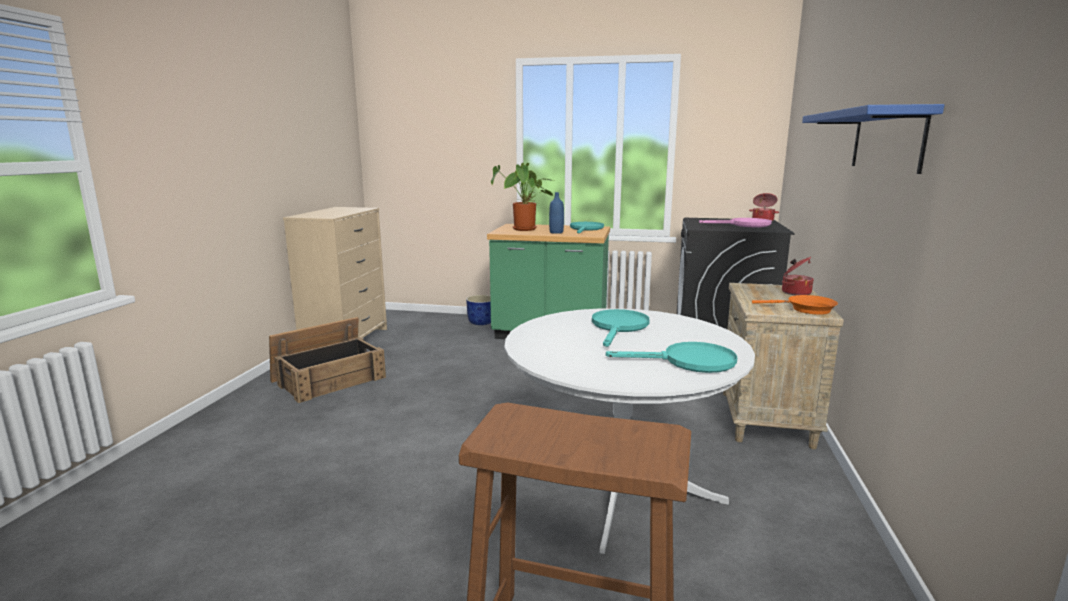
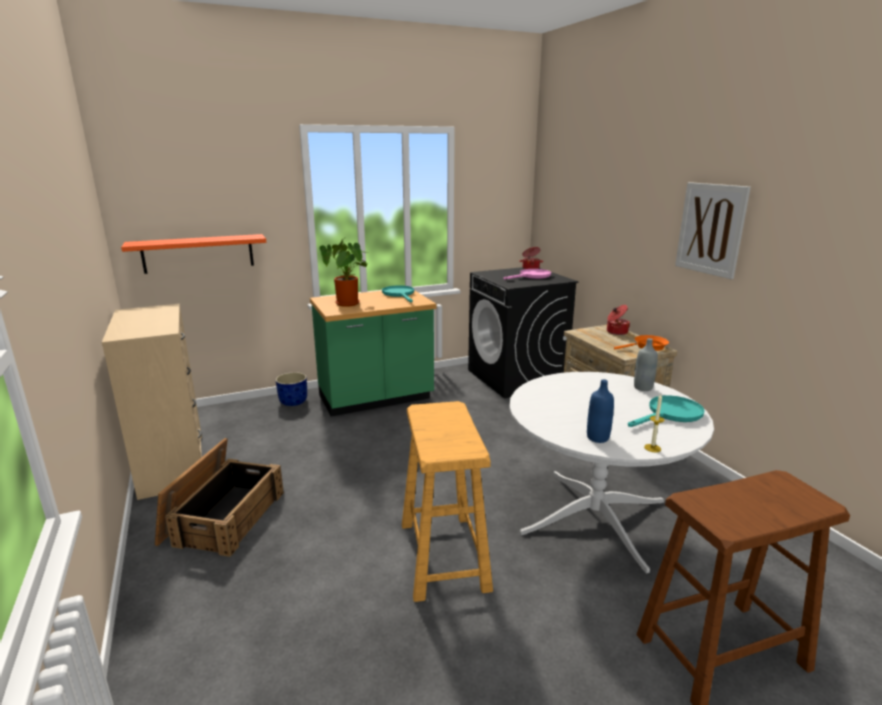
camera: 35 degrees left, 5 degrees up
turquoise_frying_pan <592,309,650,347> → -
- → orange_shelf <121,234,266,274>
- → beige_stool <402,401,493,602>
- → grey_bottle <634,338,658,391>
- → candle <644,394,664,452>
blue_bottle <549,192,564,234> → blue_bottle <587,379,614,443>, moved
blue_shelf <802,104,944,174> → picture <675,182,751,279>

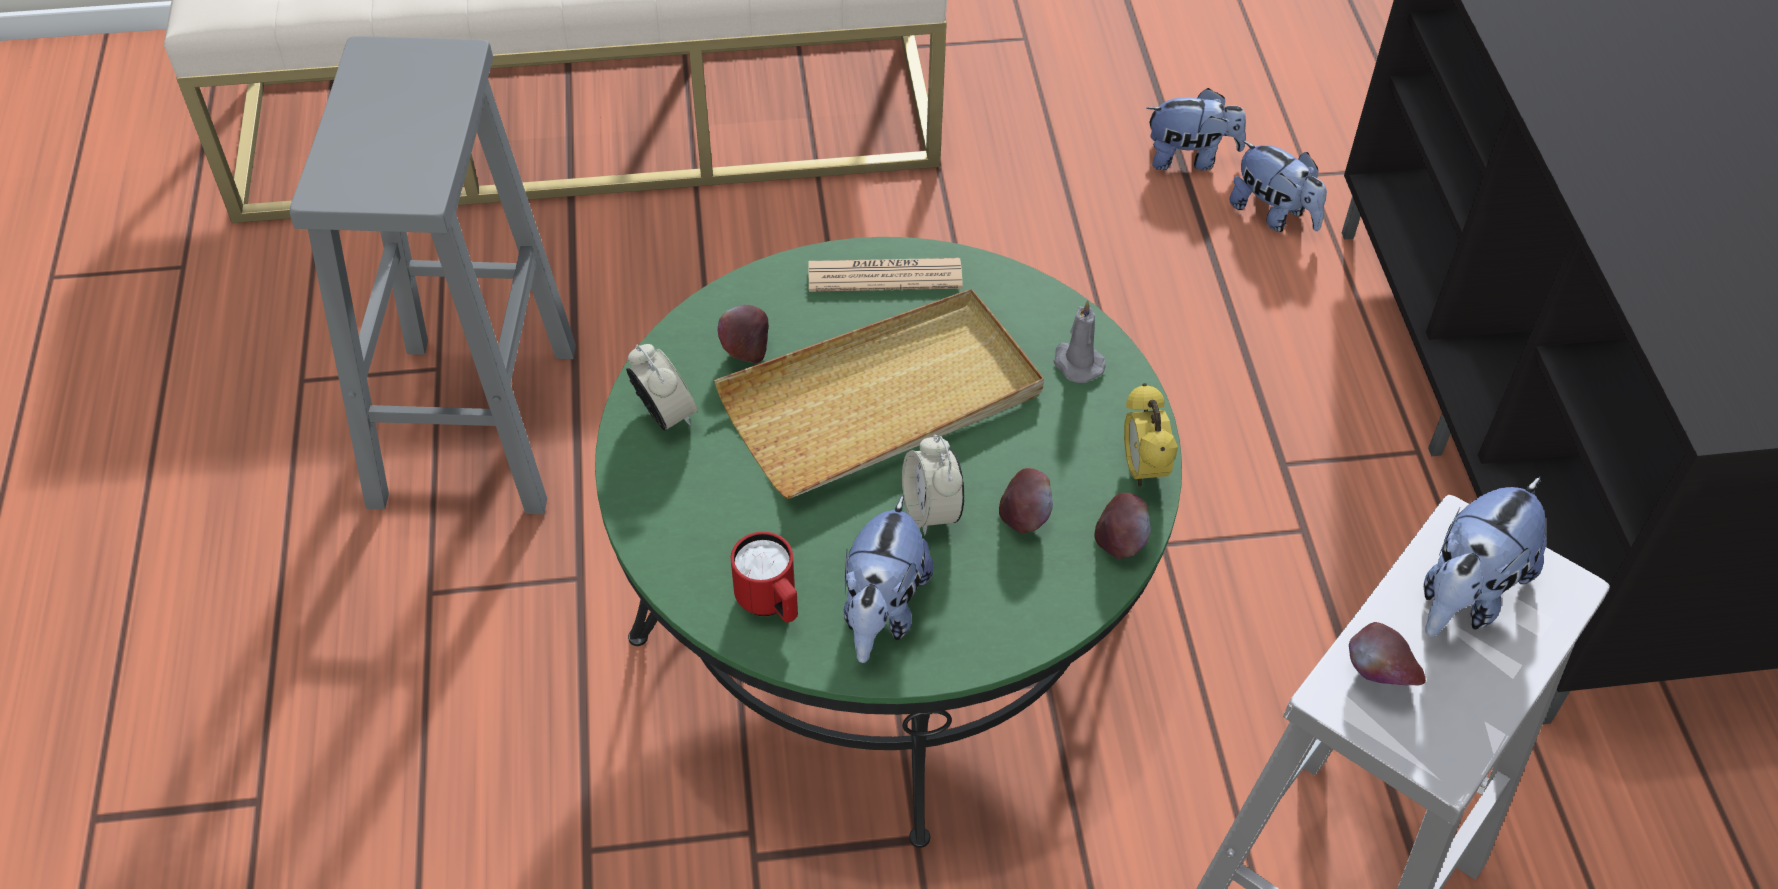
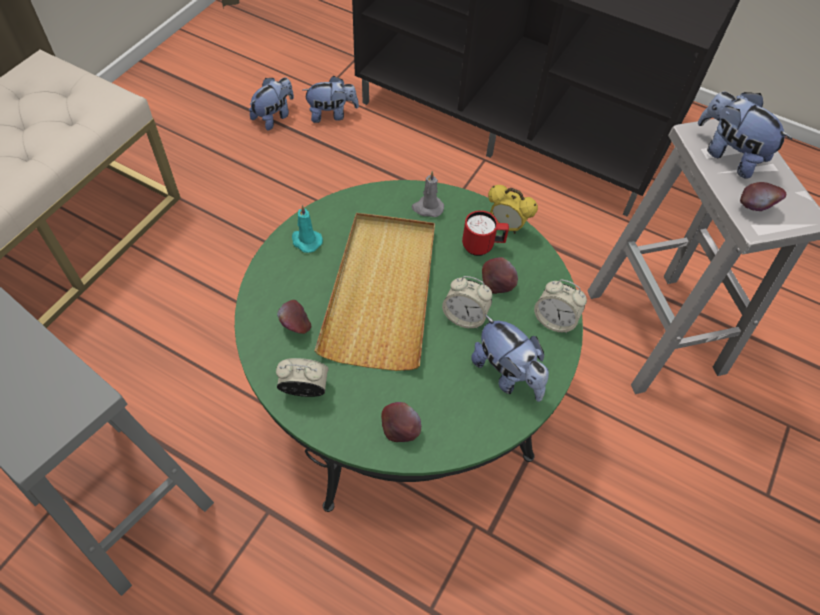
camera: 55 degrees left, 5 degrees up
- → alarm_clock <534,279,587,333>
red_mug <731,532,798,623> → red_mug <462,210,509,256>, moved
apple <1095,493,1151,559> → apple <381,402,421,442>, moved
newspaper <808,258,963,292> → turquoise_candle <292,205,323,253>
plush_toy <1424,477,1546,637> → plush_toy <698,92,792,179>, 150 degrees clockwise

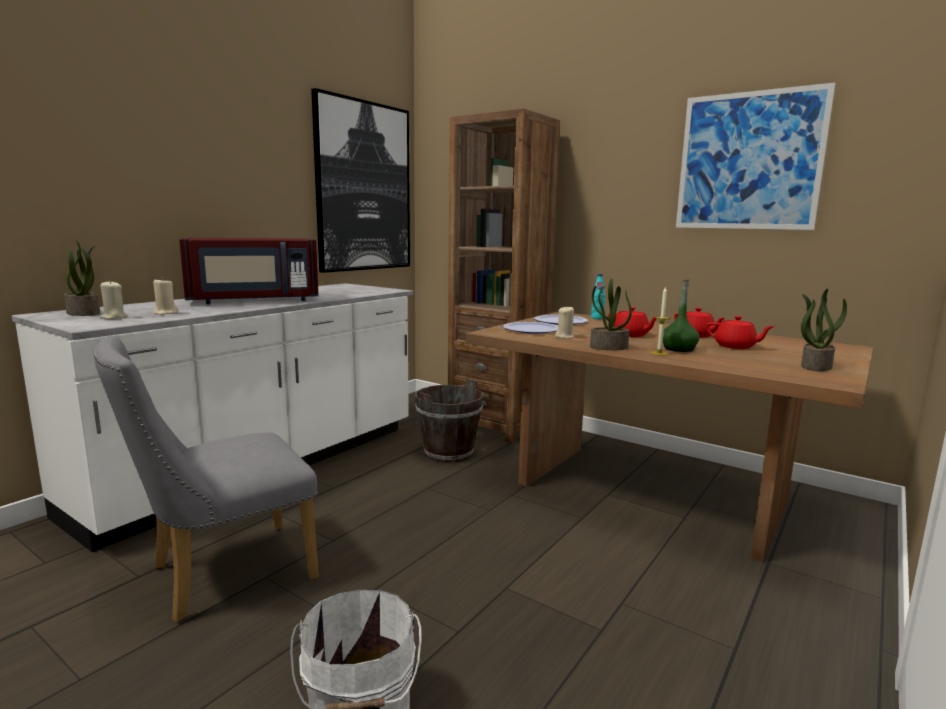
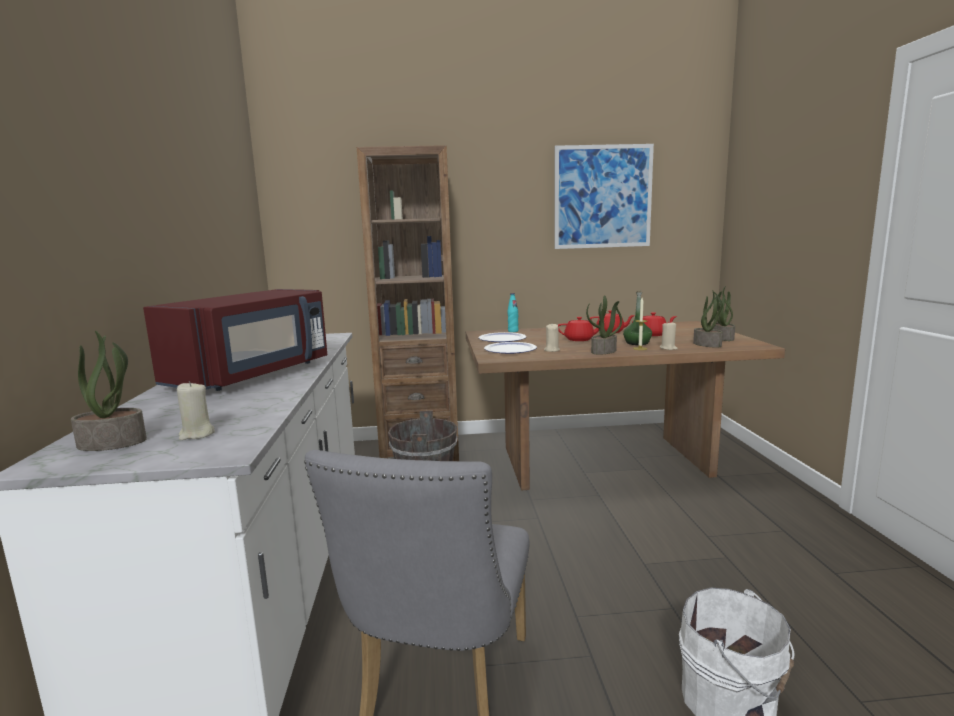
camera: 40 degrees left, 0 degrees up
picture <311,88,410,273> → -
- → potted_plant <693,290,723,348>
beige_candle <153,278,178,315> → beige_candle <660,321,678,350>, moved

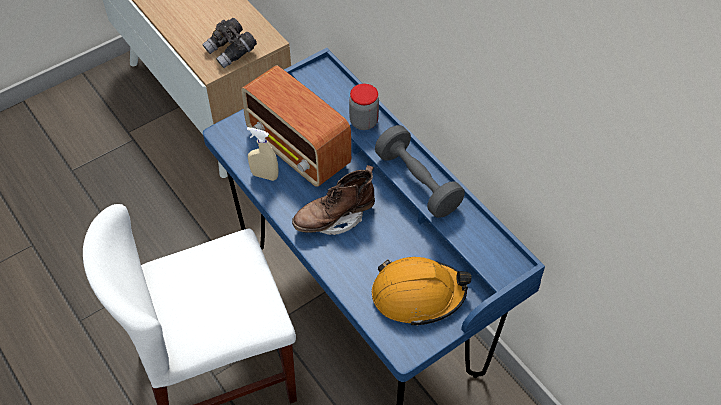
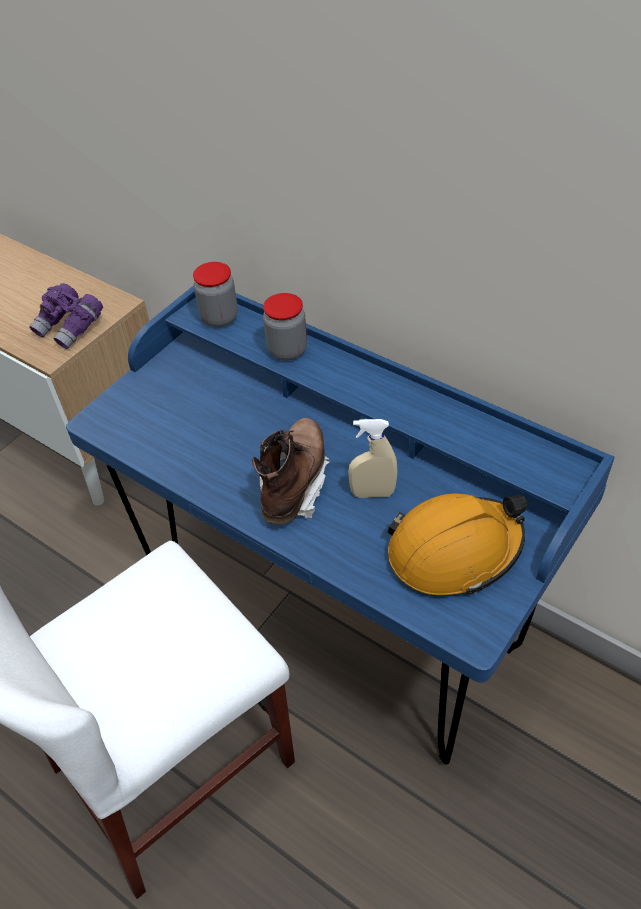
camera: 15 degrees left, 5 degrees down
radio <241,66,351,187> → -
grey_dumbbell <375,125,465,218> → -
- → jar <193,262,238,327>
beige_spray_bottle <247,127,279,181> → beige_spray_bottle <348,419,398,498>, moved
grey_binoculars <202,18,257,68> → purple_binoculars <29,283,103,349>
brown_boot <292,165,375,235> → brown_boot <252,418,330,524>, 150 degrees clockwise

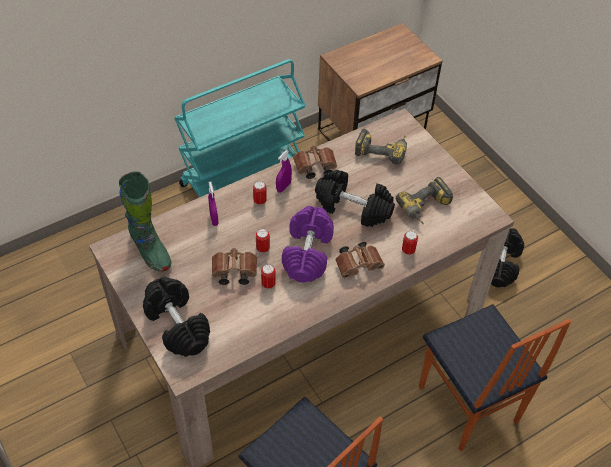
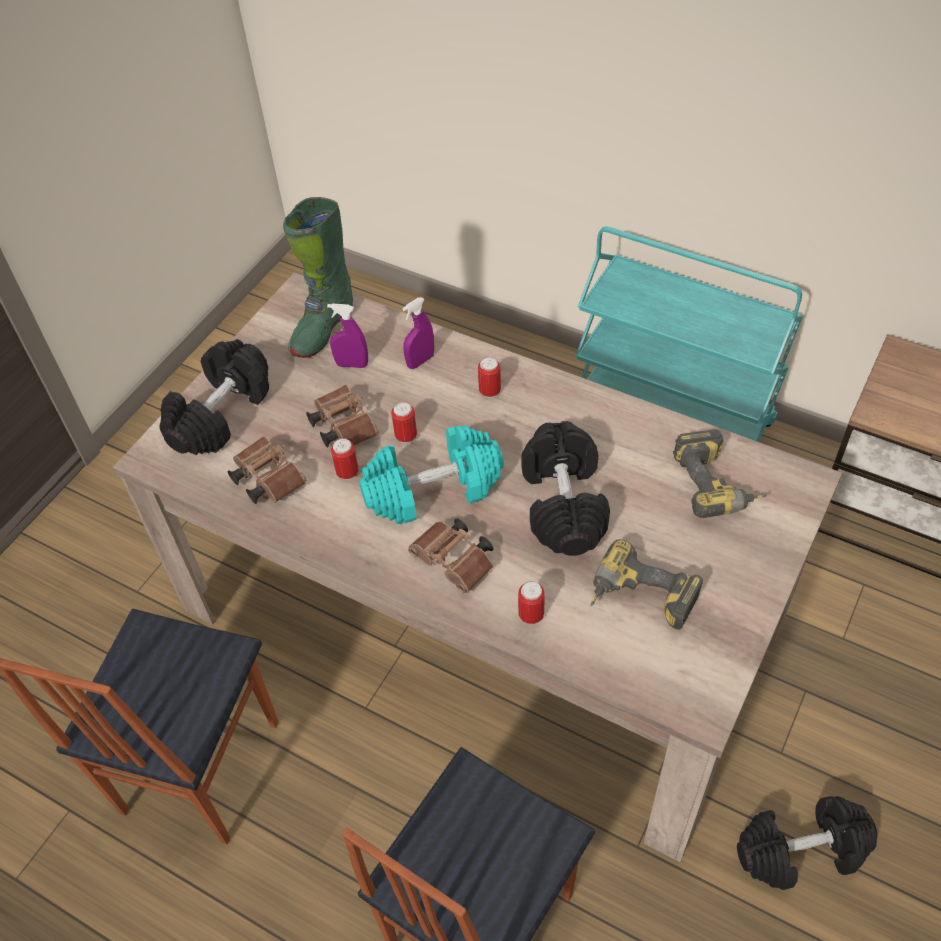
camera: 65 degrees right, 0 degrees up
purple_spray_bottle <276,150,292,193> → purple_spray_bottle <327,303,368,368>, moved
brown_binoculars <293,145,337,179> → brown_binoculars <227,436,306,504>, moved
purple_dumbbell <282,206,334,283> → turquoise_dumbbell <359,426,504,524>

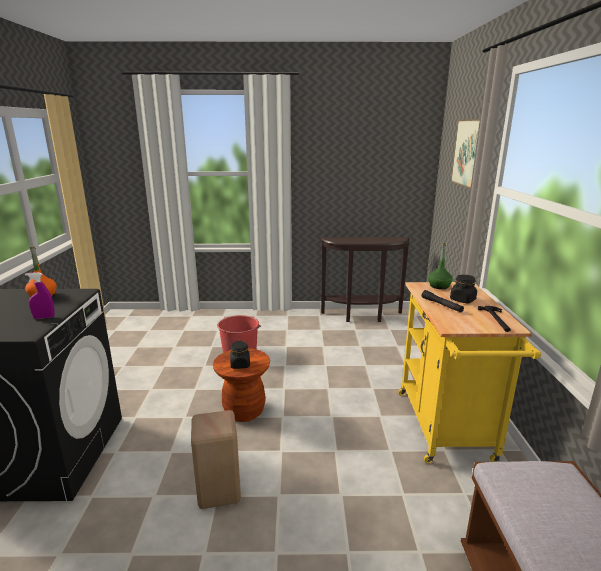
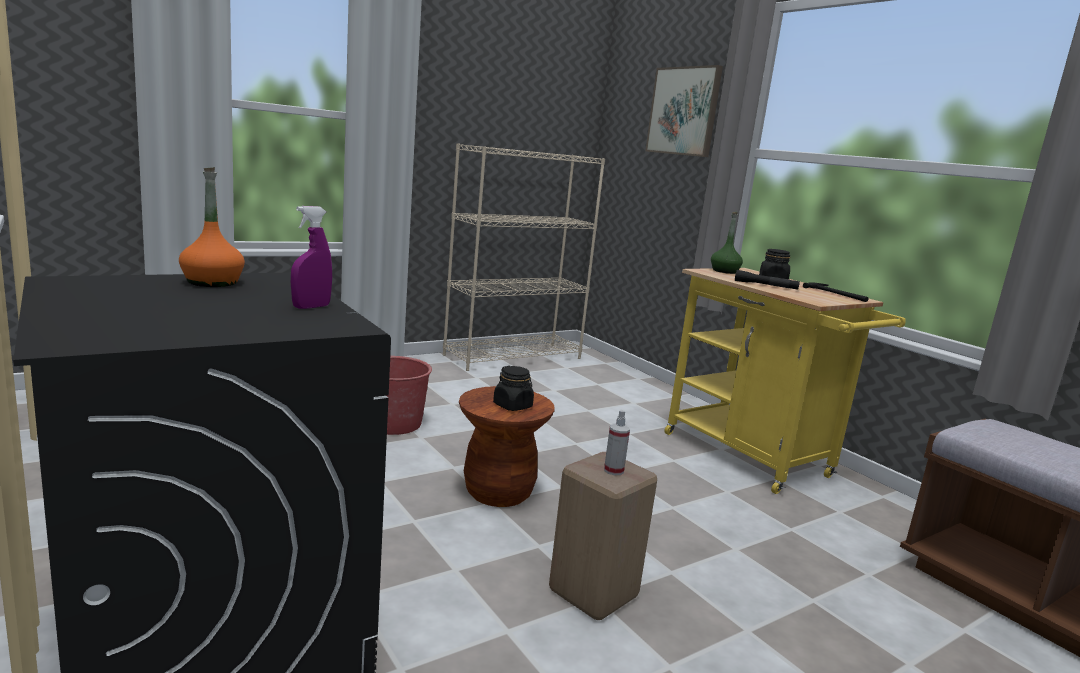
camera: 35 degrees left, 5 degrees down
- → spray_bottle <604,410,630,475>
brown_console_table <321,237,410,322> → beige_bookcase <443,143,605,371>

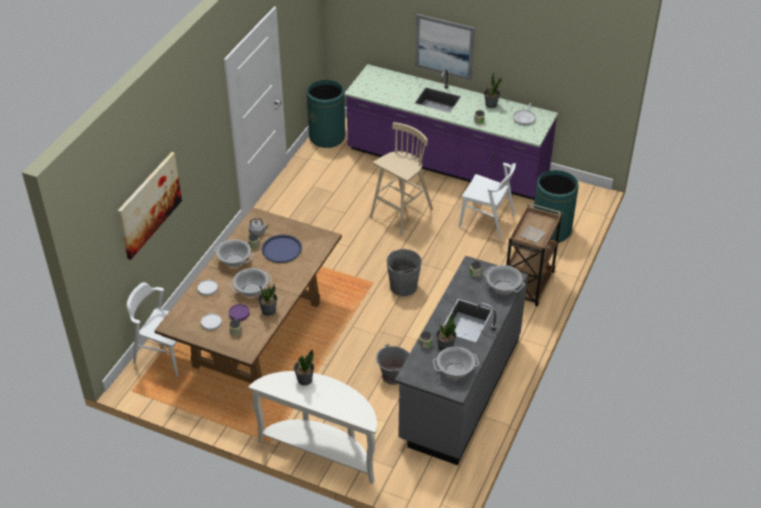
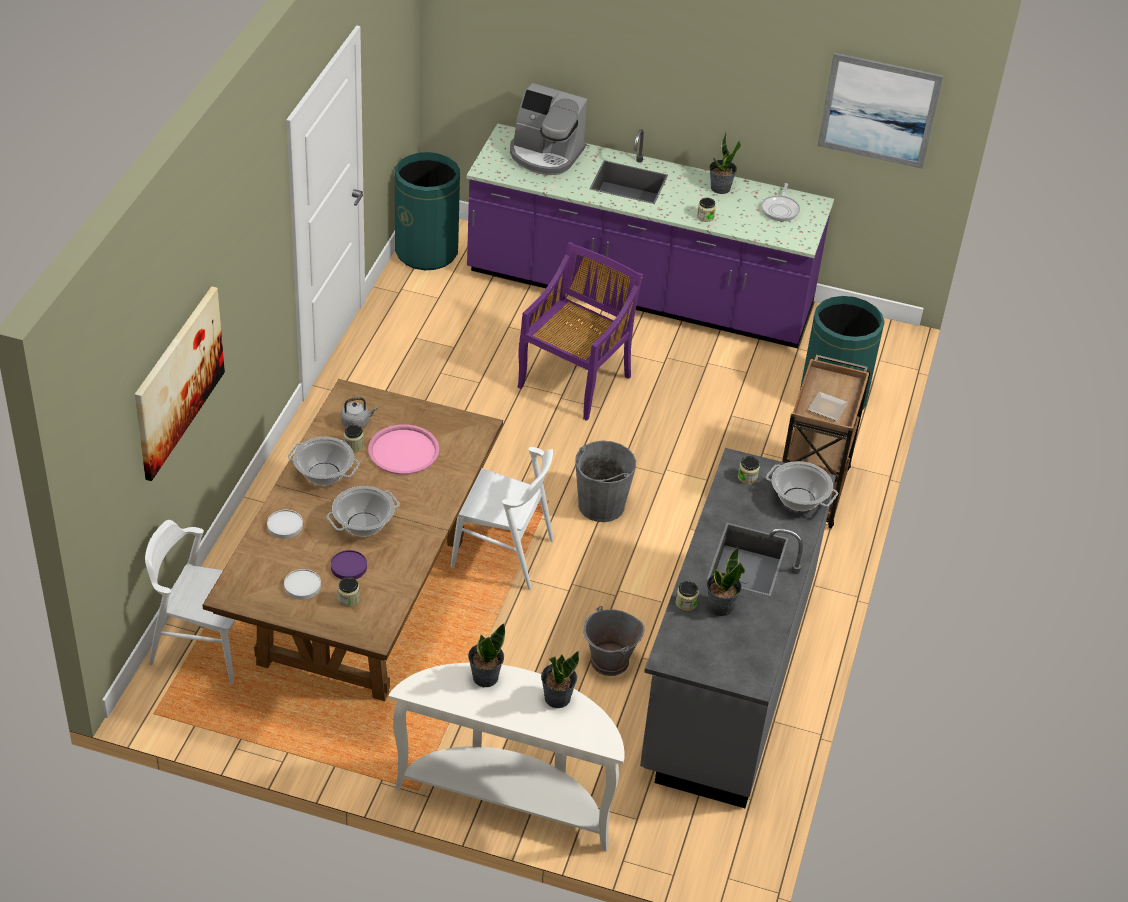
camera: 10 degrees left, 0 degrees up
cooking_pot <433,346,479,379> → -
- → coffee_machine <510,83,587,175>
potted_plant <258,284,277,316> → potted_plant <541,651,579,708>, moved
picture <415,14,475,80> → picture <818,53,943,169>, moved
white_chair <459,163,516,240> → white_chair <451,447,554,590>, moved
beige_stool <370,122,433,235> → purple_chair <518,242,643,421>
blue_tray <262,234,302,263> → pink_tray <368,424,439,475>

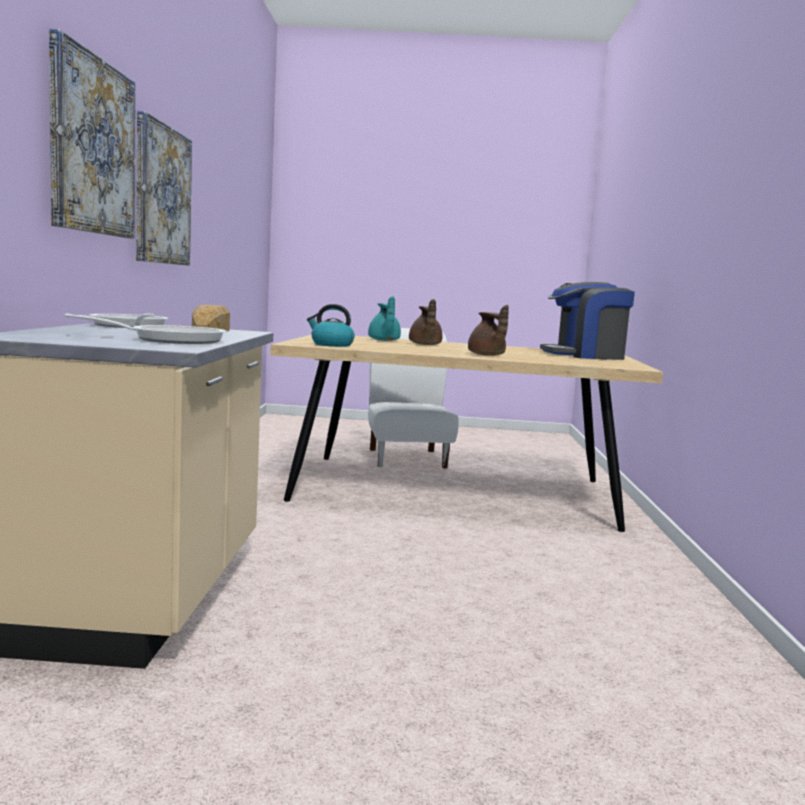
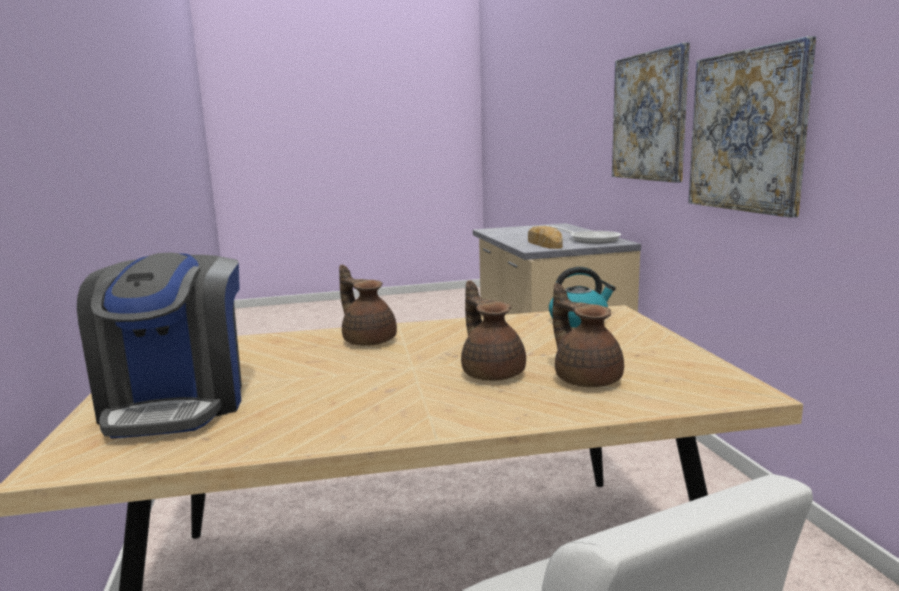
camera: 165 degrees right, 5 degrees up
frying_pan <65,313,226,344> → -
turquoise_teapot <368,296,401,341> → brown_teapot <553,283,624,387>
coffee_machine <540,282,635,360> → coffee_machine <77,253,242,438>, 105 degrees clockwise

